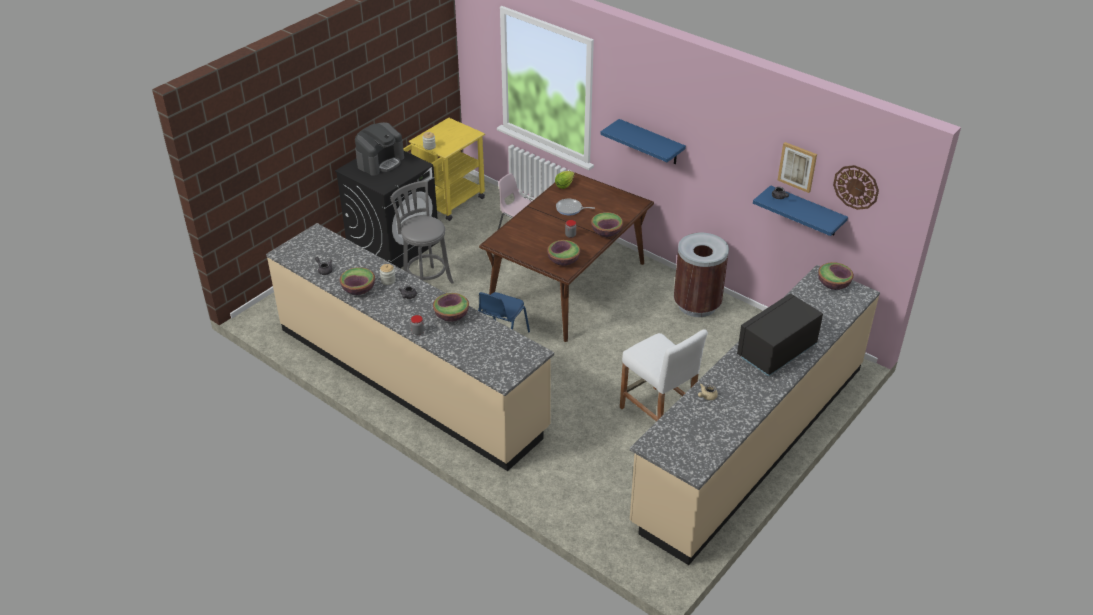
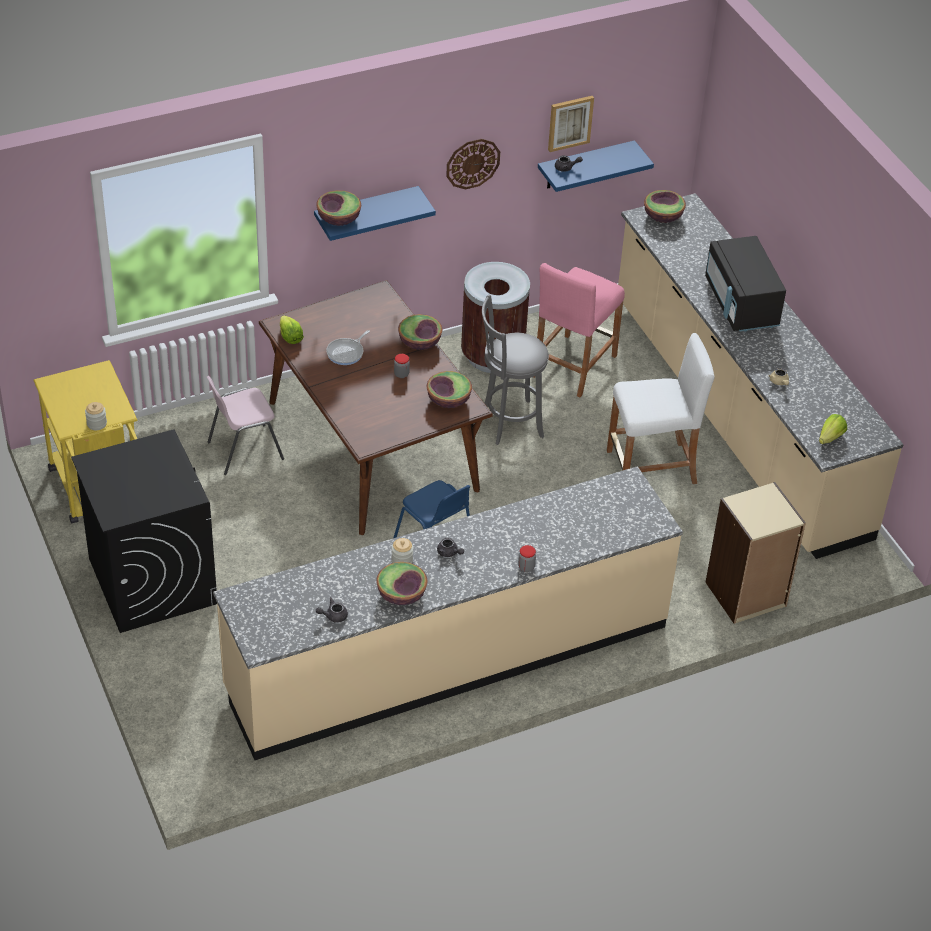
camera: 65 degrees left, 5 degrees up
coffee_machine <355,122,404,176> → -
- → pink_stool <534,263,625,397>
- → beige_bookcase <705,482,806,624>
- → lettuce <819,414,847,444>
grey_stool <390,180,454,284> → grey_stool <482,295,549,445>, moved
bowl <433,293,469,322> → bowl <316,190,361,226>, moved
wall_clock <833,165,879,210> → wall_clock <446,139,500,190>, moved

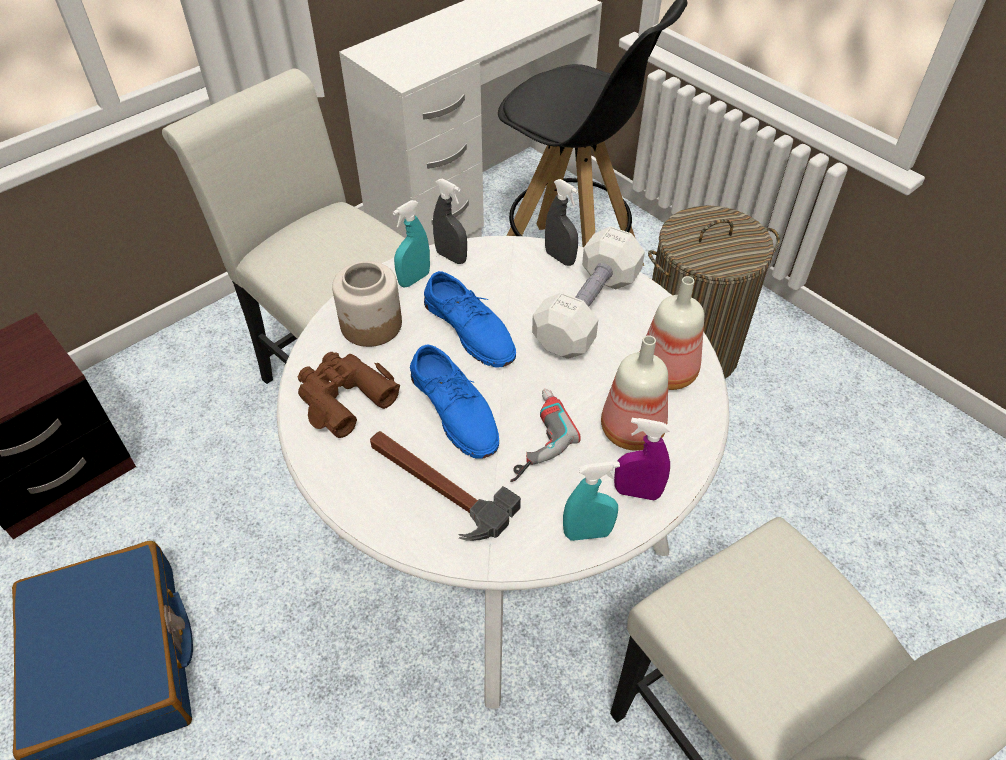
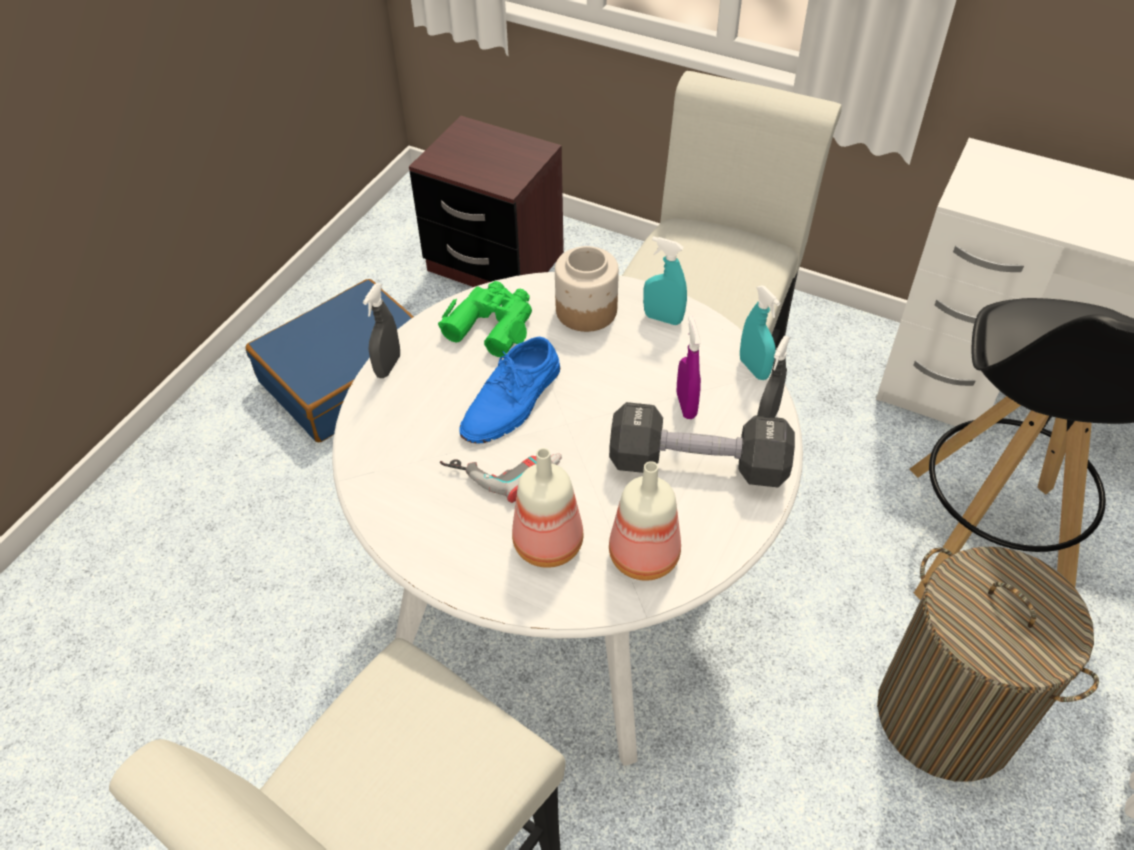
camera: 70 degrees right, 0 degrees up
hammer <370,431,521,541> → -
blue_shoe <424,271,516,368> → -
grey_spray_bottle <433,178,467,264> → grey_spray_bottle <363,283,400,378>, moved
turquoise_spray_bottle <563,462,620,541> → turquoise_spray_bottle <740,285,780,380>, moved
purple_spray_bottle <614,418,670,500> → purple_spray_bottle <677,316,701,419>, moved
brown_binoculars <297,352,400,438> → green_binoculars <438,281,532,357>
white_dumbbell <532,226,645,359> → black_dumbbell <609,402,795,487>

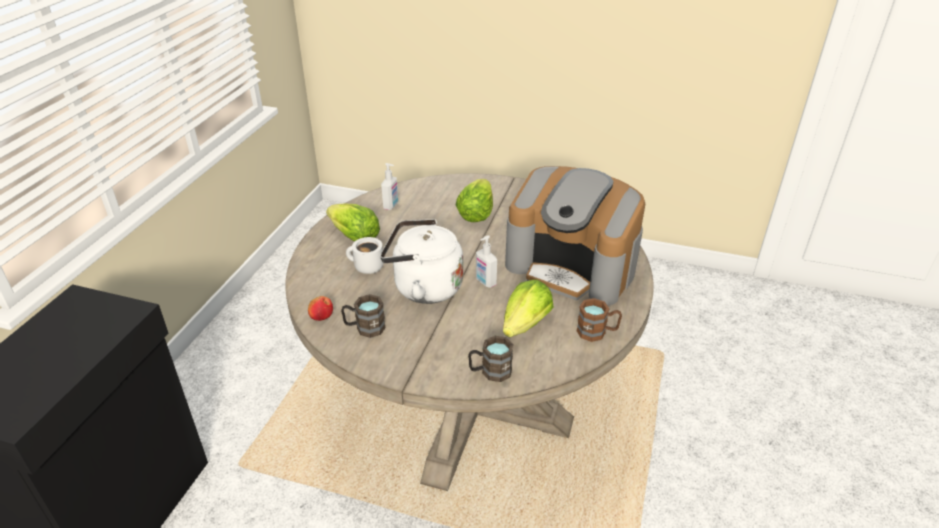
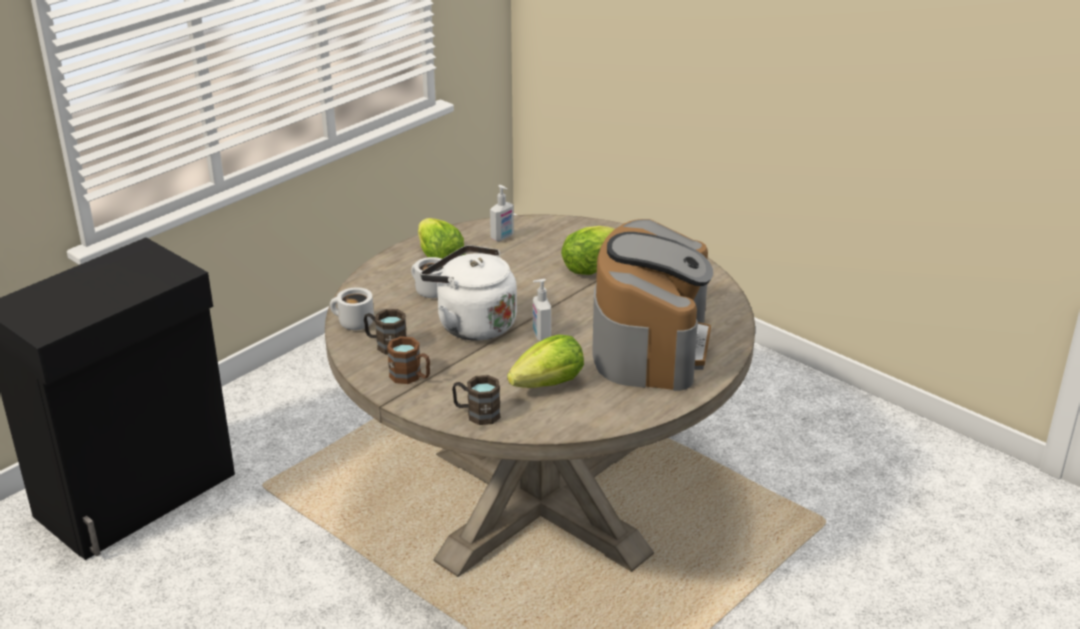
camera: 25 degrees right, 5 degrees down
brown_mug <577,298,622,342> → brown_mug <387,336,430,384>, moved
apple <308,296,333,321> → white_mug <330,287,374,330>
coffee_machine <505,166,645,305> → coffee_machine <592,219,713,391>, 135 degrees counterclockwise

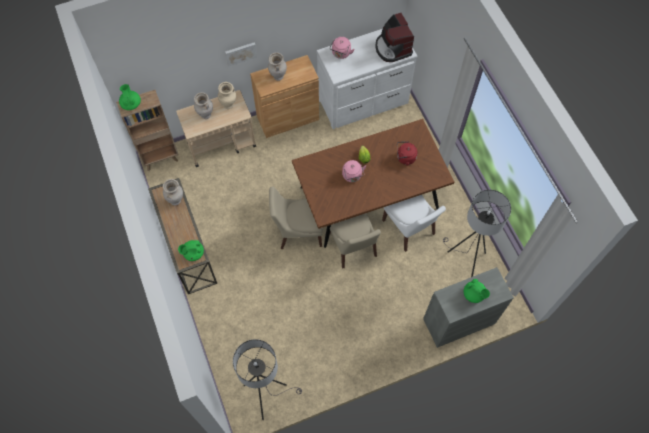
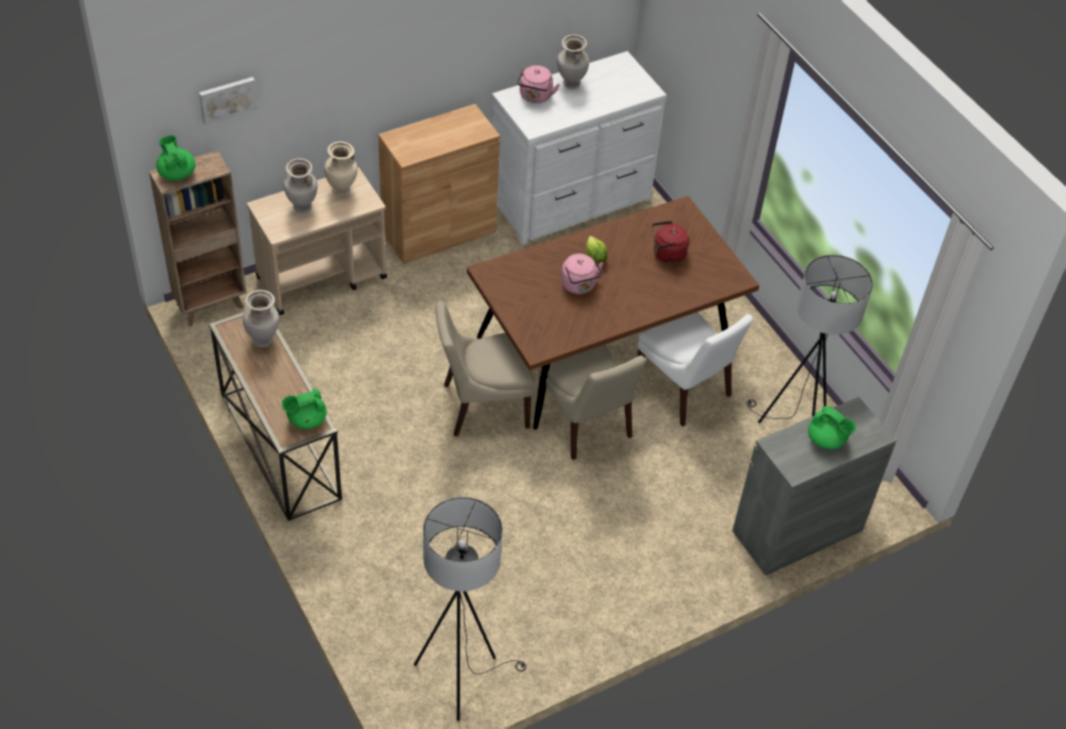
camera: 10 degrees left, 15 degrees down
coffee_machine <375,13,414,62> → -
picture <225,43,257,66> → picture <199,77,258,125>, moved
beige_vase <268,52,287,81> → beige_vase <557,34,589,89>, moved

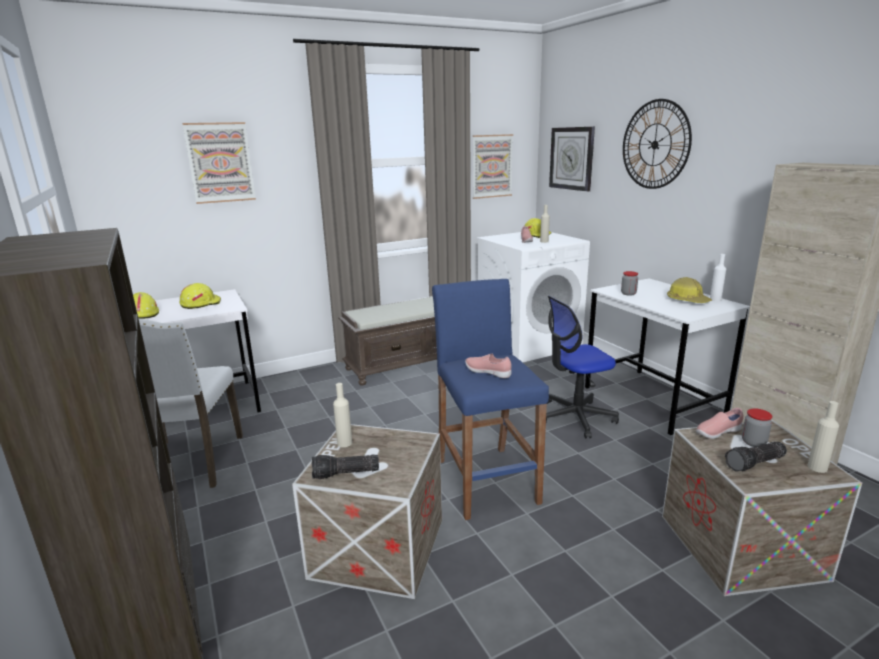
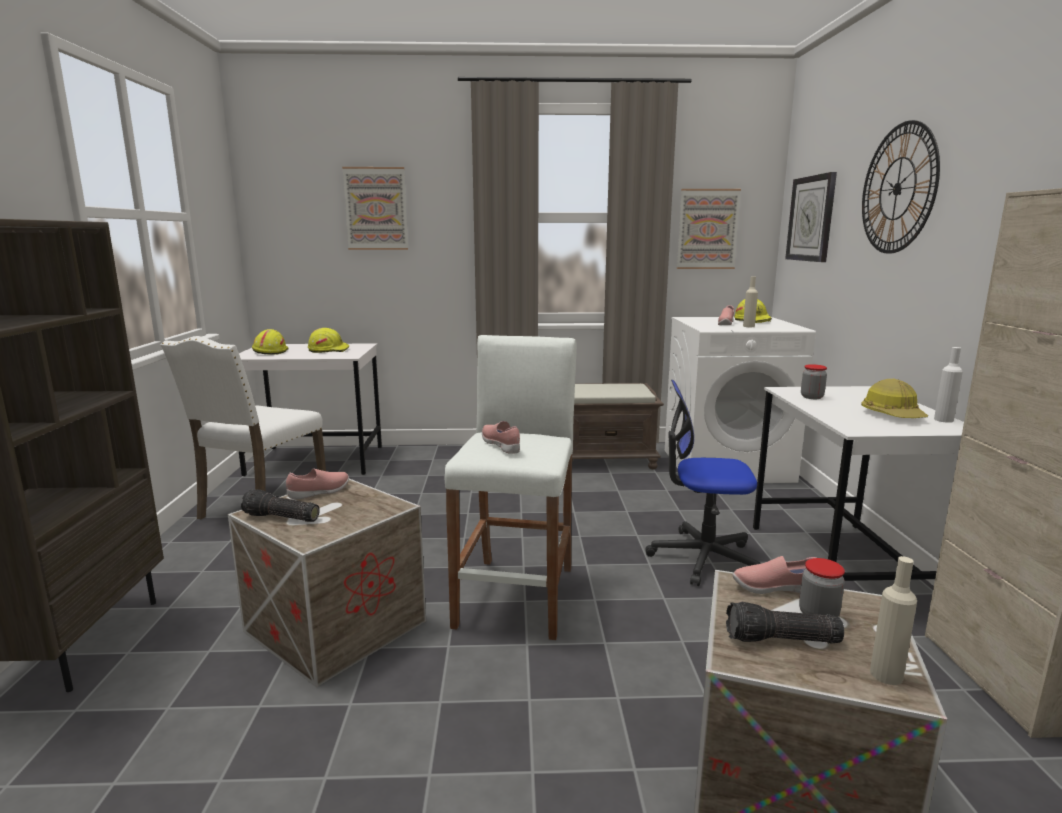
camera: 25 degrees right, 5 degrees down
beige_bottle <333,383,352,447> → pink_shoe <286,469,349,499>
blue_stool <432,279,549,520> → white_stool <445,335,577,640>

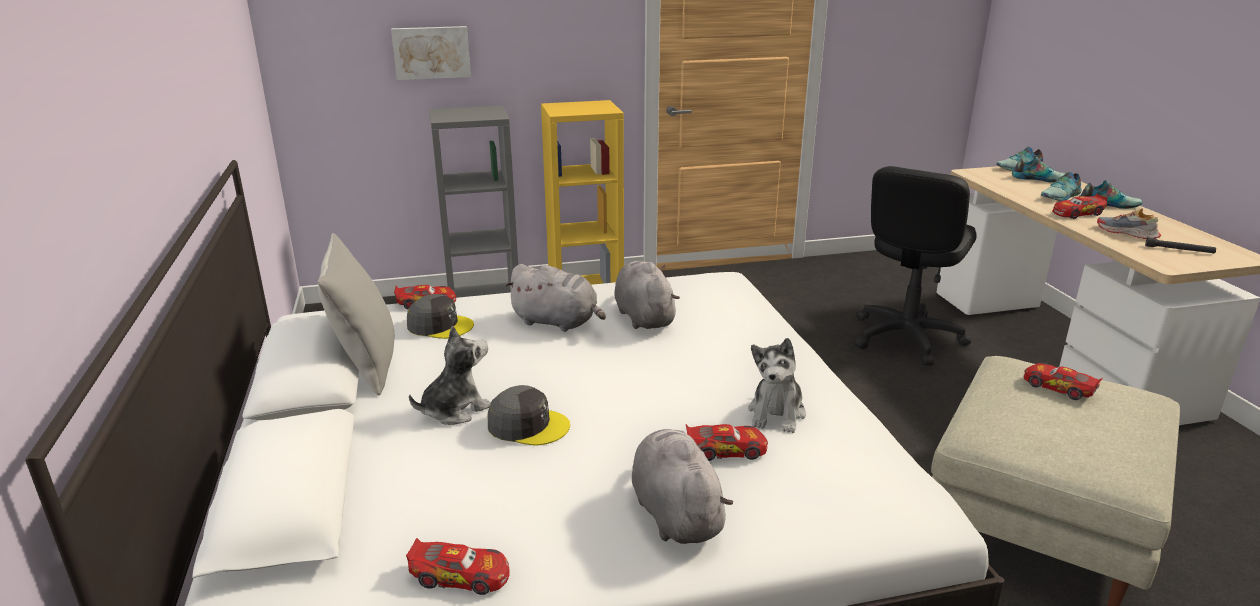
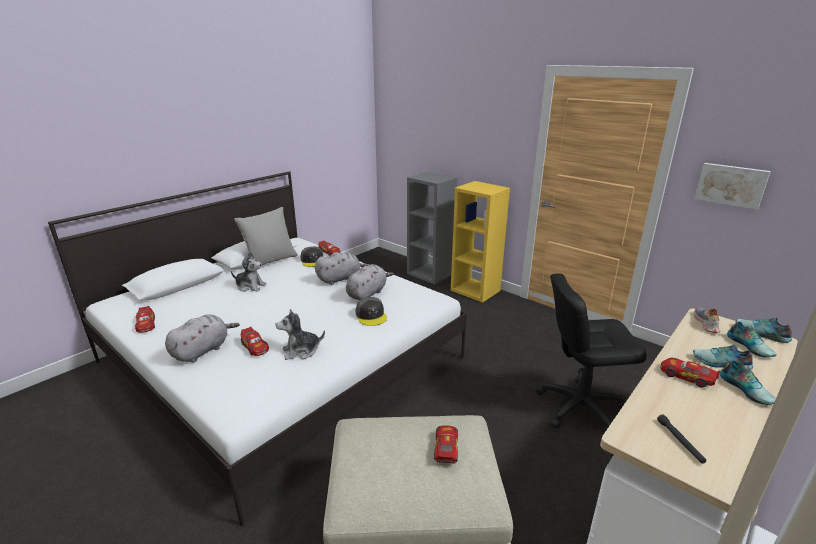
camera: 55 degrees right, 0 degrees up
picture <391,26,471,80> → picture <694,163,771,210>, moved
grey_cap <488,385,570,446> → grey_cap <356,297,387,326>, moved
shoe <1097,208,1161,239> → shoe <694,307,720,333>, moved
grey_plush_toy <505,264,606,332> → grey_plush_toy <315,252,370,285>, 105 degrees counterclockwise

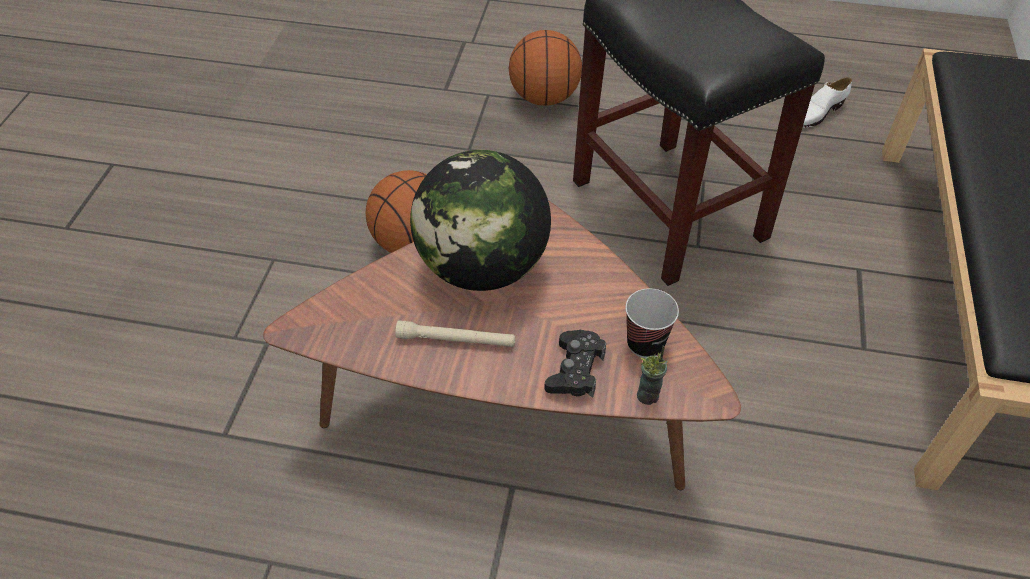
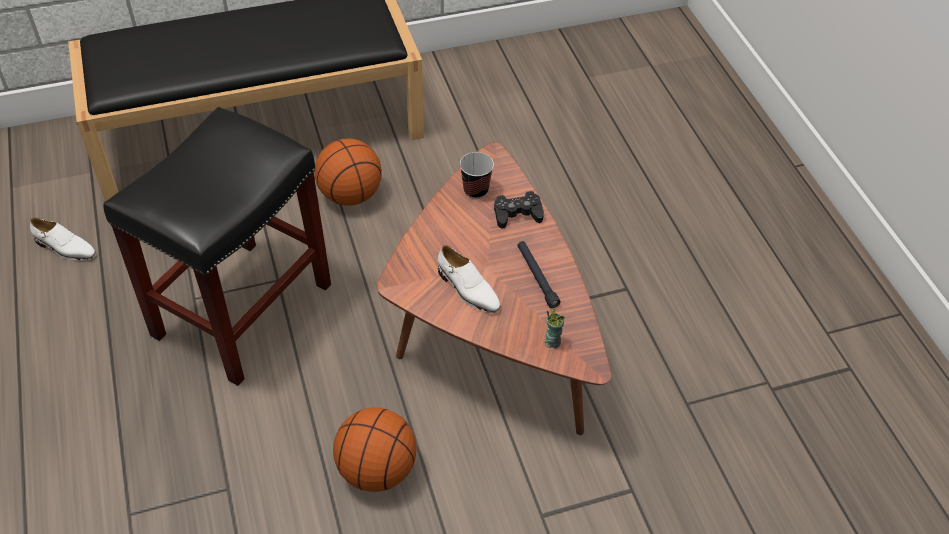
camera: 120 degrees left, 0 degrees up
basketball <509,30,582,106> → basketball <314,138,382,206>, moved
cup <637,346,668,405> → cup <545,309,565,349>, moved
globe <410,150,551,291> → white_shoe <438,245,500,313>
beige_flashlight <395,320,515,347> → black_flashlight <517,241,561,308>

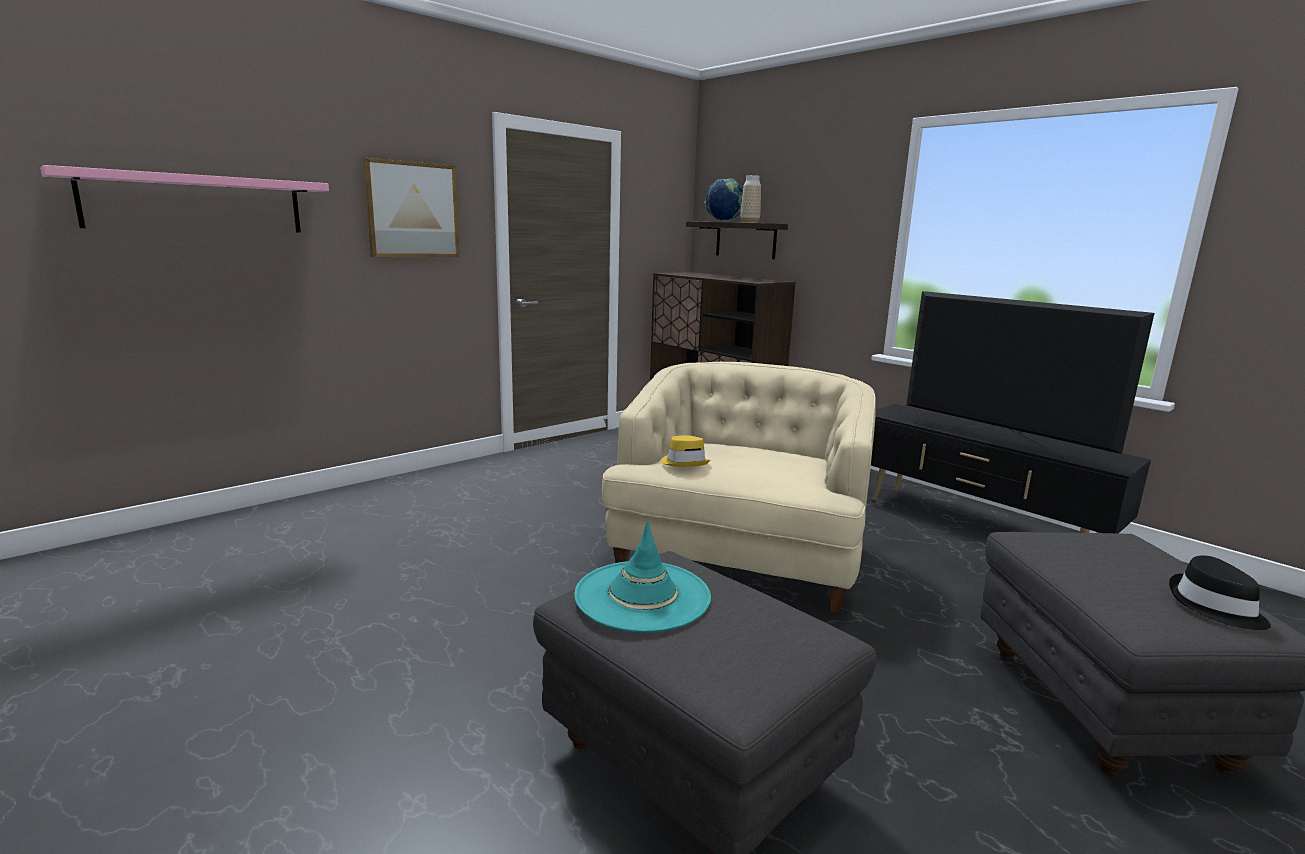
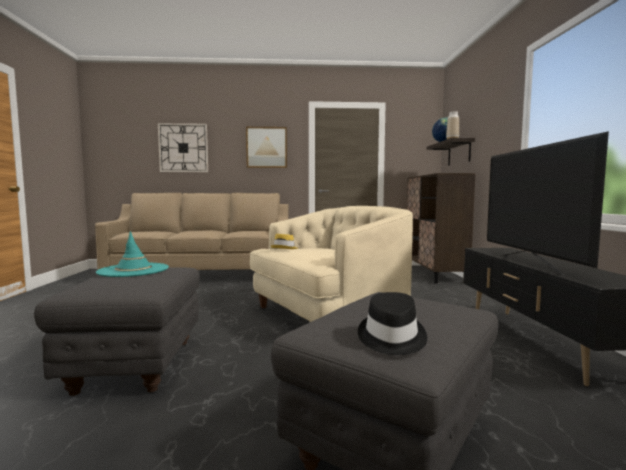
camera: 40 degrees right, 10 degrees down
- → beige_sofa <95,193,289,270>
pink_shelf <40,165,329,232> → wall_clock <158,123,208,172>

